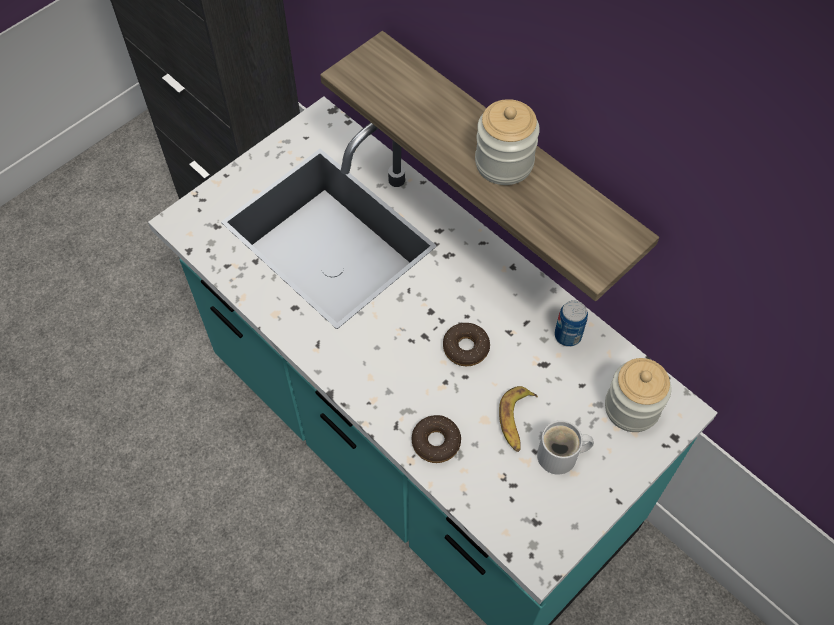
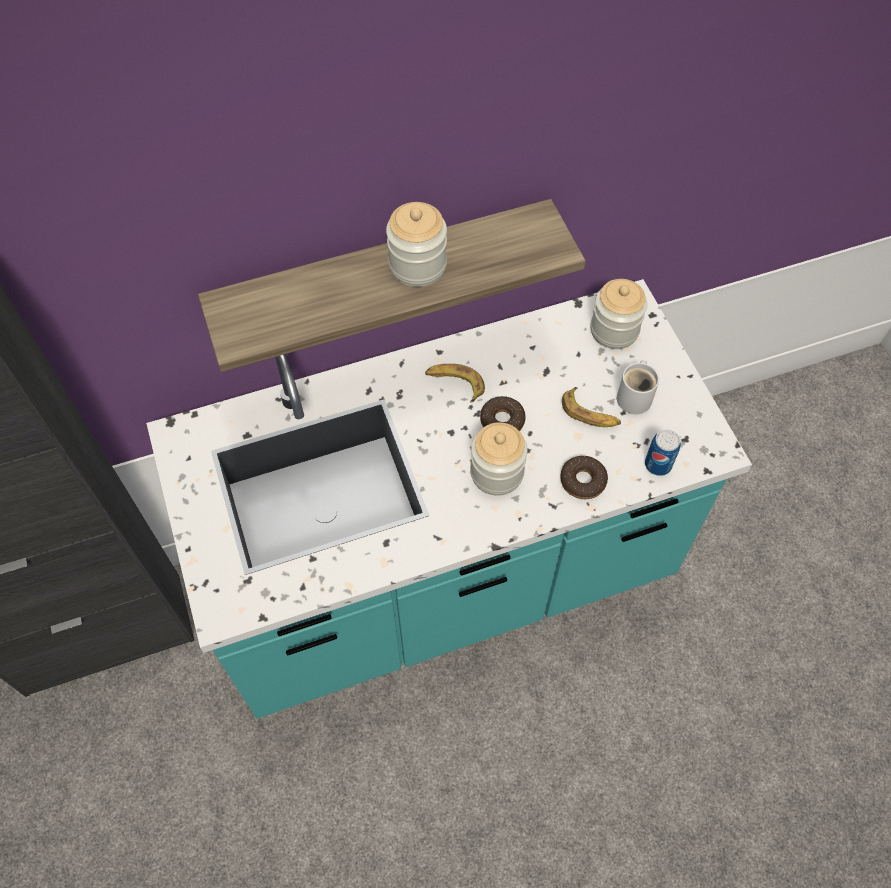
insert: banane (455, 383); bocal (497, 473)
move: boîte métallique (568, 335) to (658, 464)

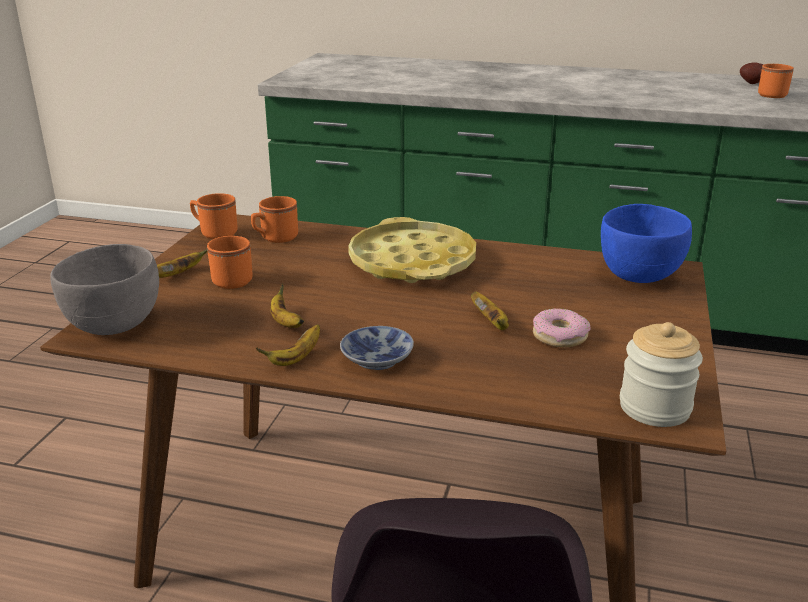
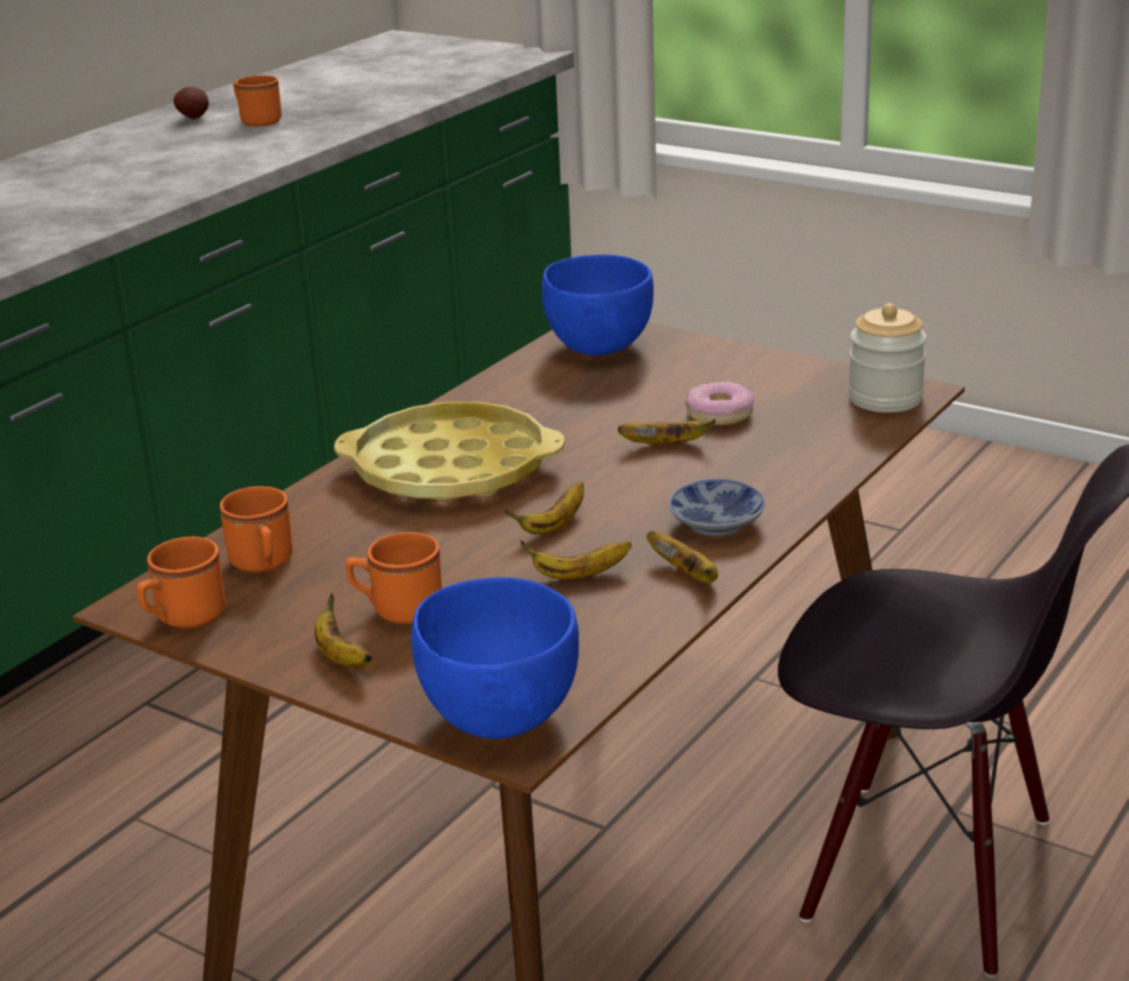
insert: banane (553, 526)
recolor: bol (gris) (115, 325) to bol (bleu) (499, 715)

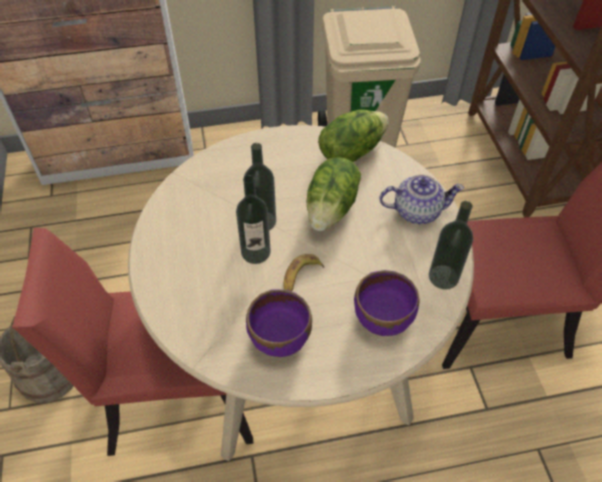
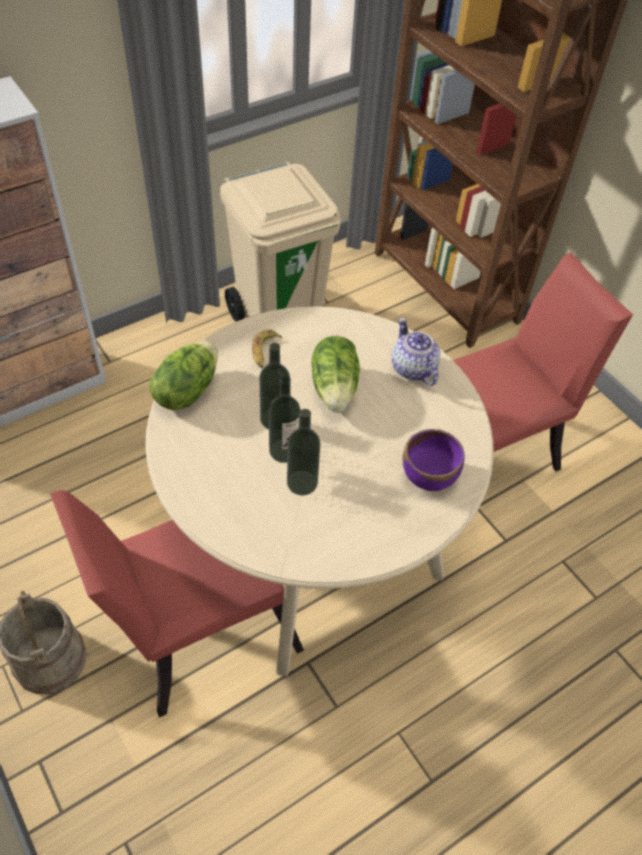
delete: bol (violet) (280, 338)
move: laitue (351, 151) to (186, 390); bouteille (443, 277) to (302, 482); banane (300, 278) to (264, 352)
rotate: théière (416, 211) = (413, 369) 90 degrees counterclockwise

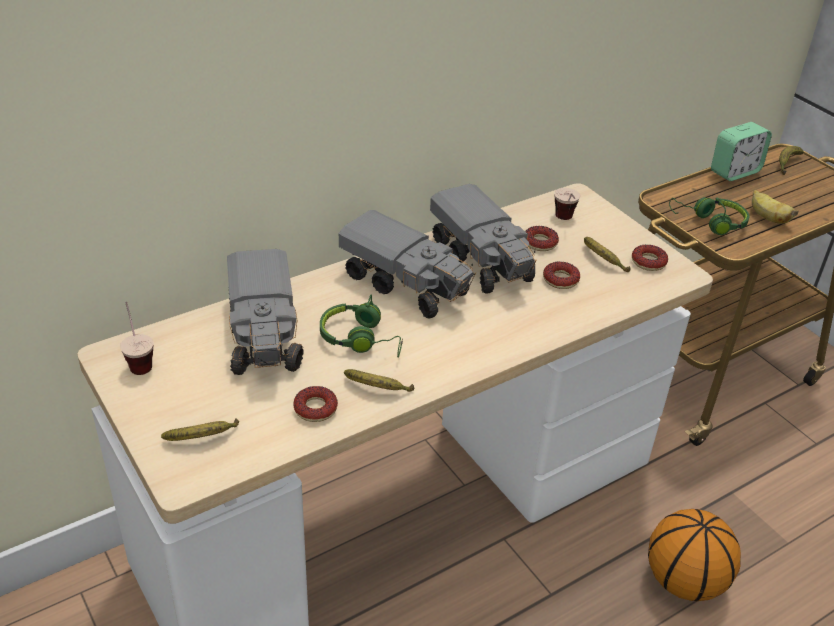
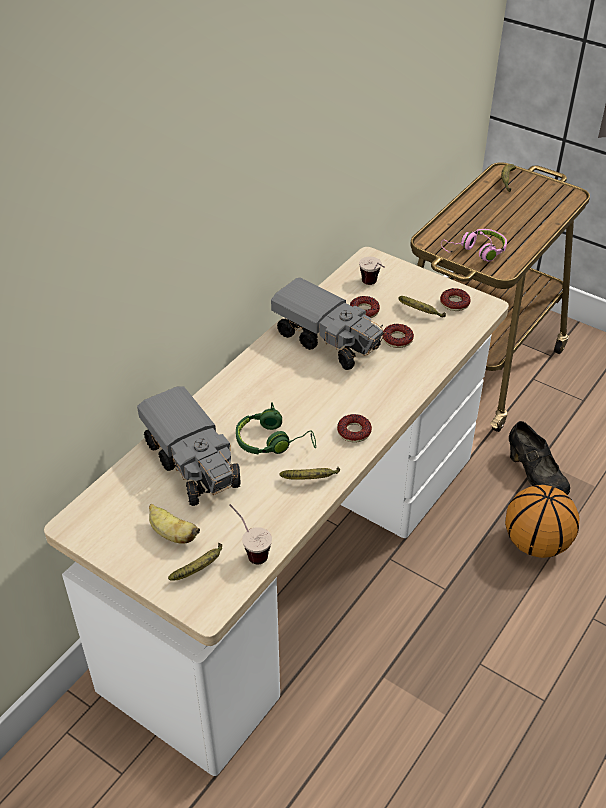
delete: réveil (734, 172); camion jouet (406, 285)
insert: chaussure (noir) (535, 475)
move: banane (767, 217) to (172, 534); tasse (138, 360) to (249, 550); beignet (315, 408) to (354, 432)
recolor: casque audio (vert) (709, 222) to casque audio (rose) (476, 251)

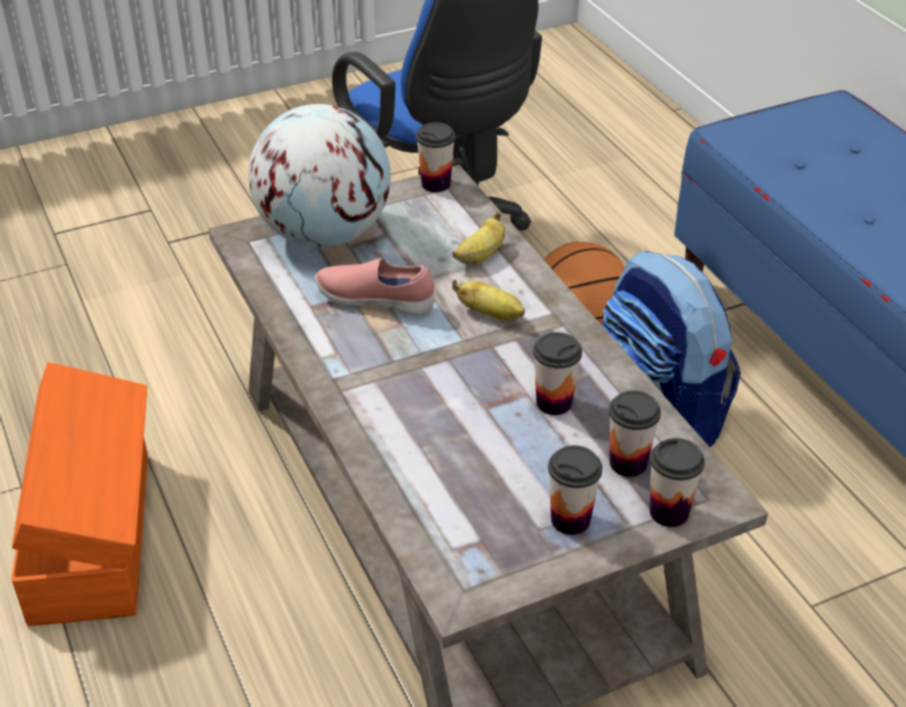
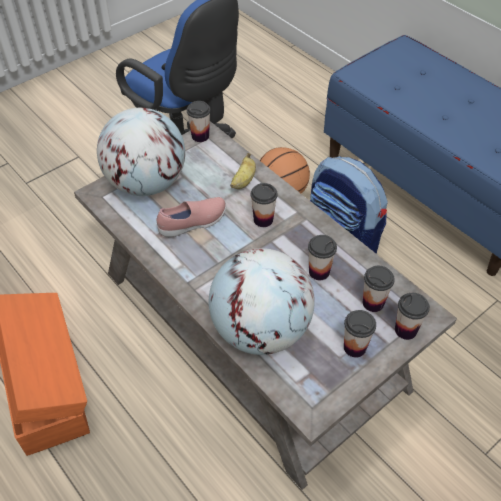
insert: globe (261, 330)
replace: banane (491, 314) to tasse (263, 220)
rotate: chaussure (rose) (375, 301) = (193, 223) 150 degrees clockwise

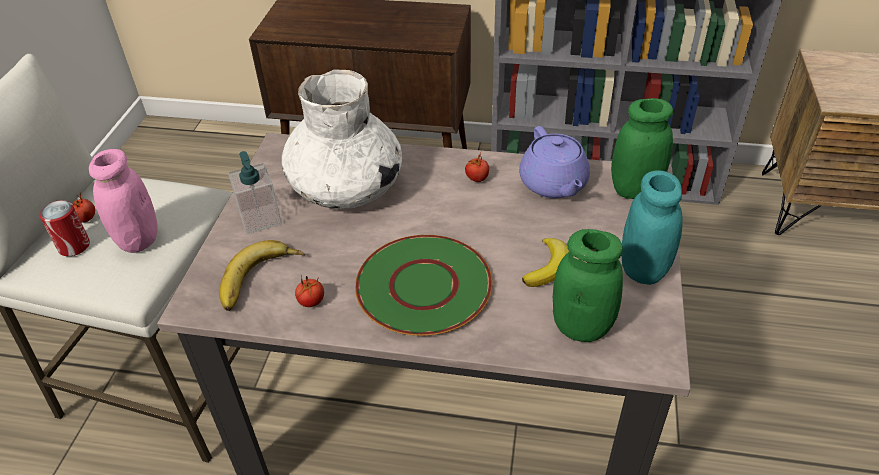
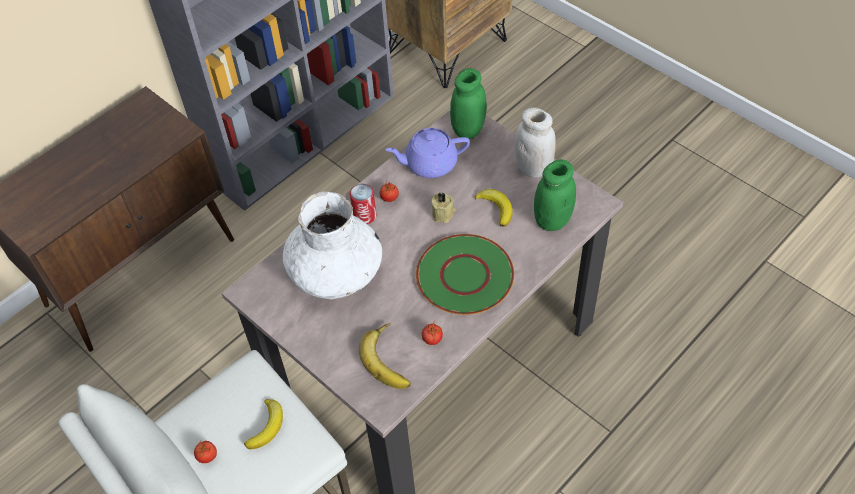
delete: distributeur de savon (260, 219)
insert: bougie (beige) (443, 213)
move: boîte métallique (74, 246) to (364, 216)
replace: bocal (rose) (138, 240) to banane (267, 426)
recolor: bocal (turquoise) (643, 269) to bocal (blanc) (533, 168)
rotate: théière (violet) (553, 184) = (429, 164) 150 degrees clockwise

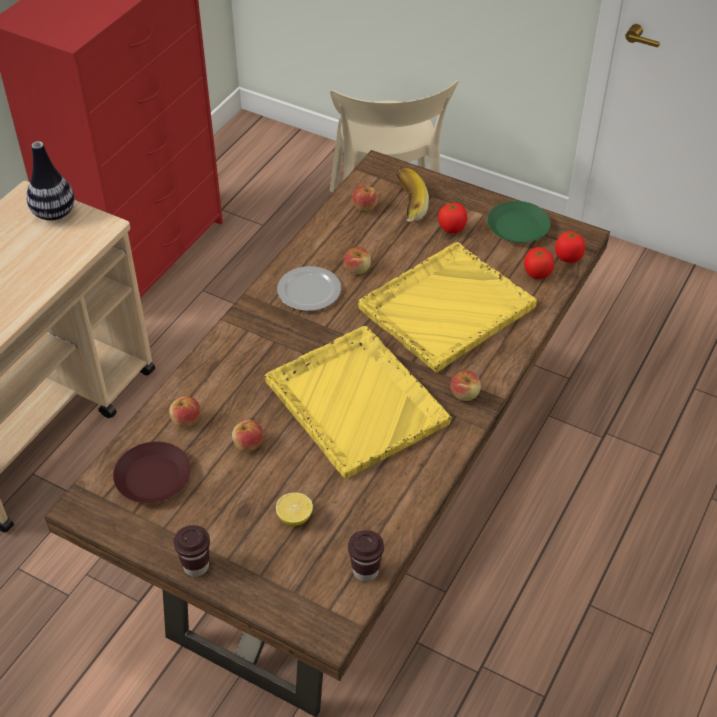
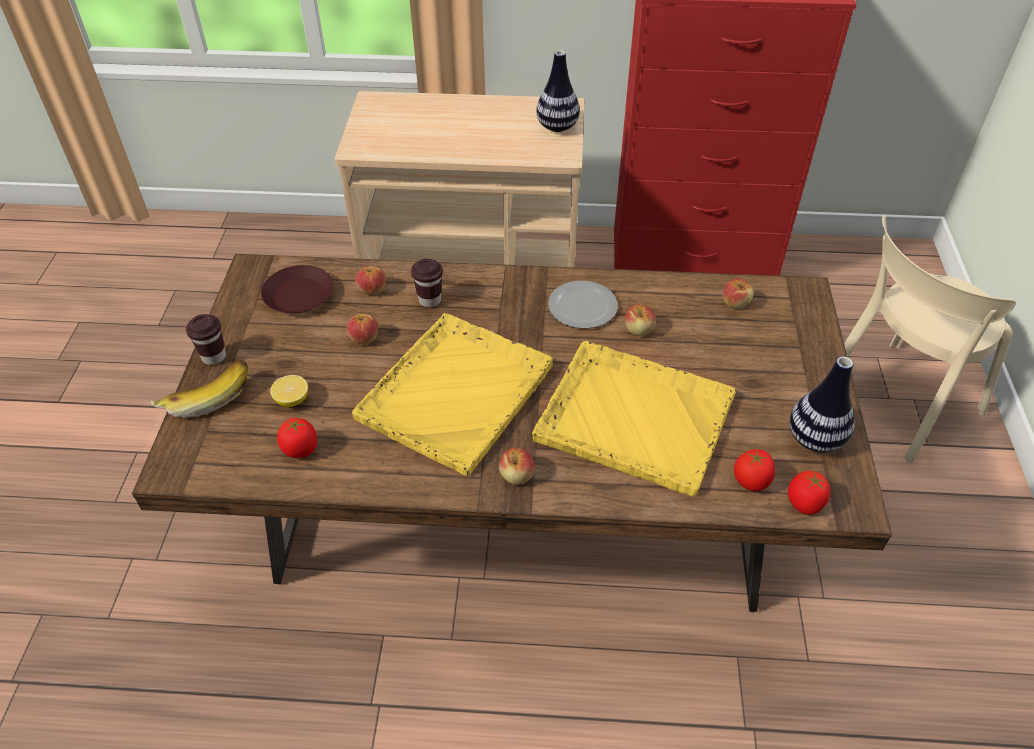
move: banane (405, 204) to (206, 395); tomate (452, 228) to (301, 449); tasse (marron) (365, 571) to (430, 300)
replace: assiette (vert) (518, 228) to vase (815, 439)

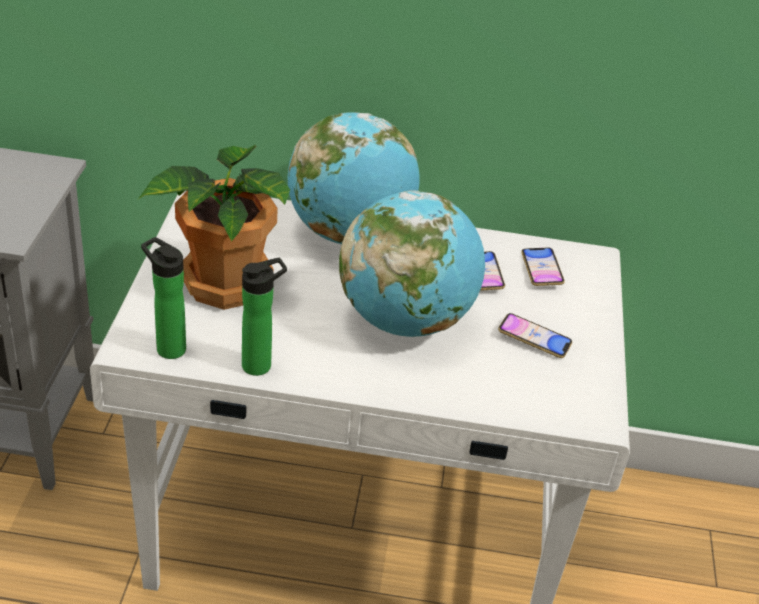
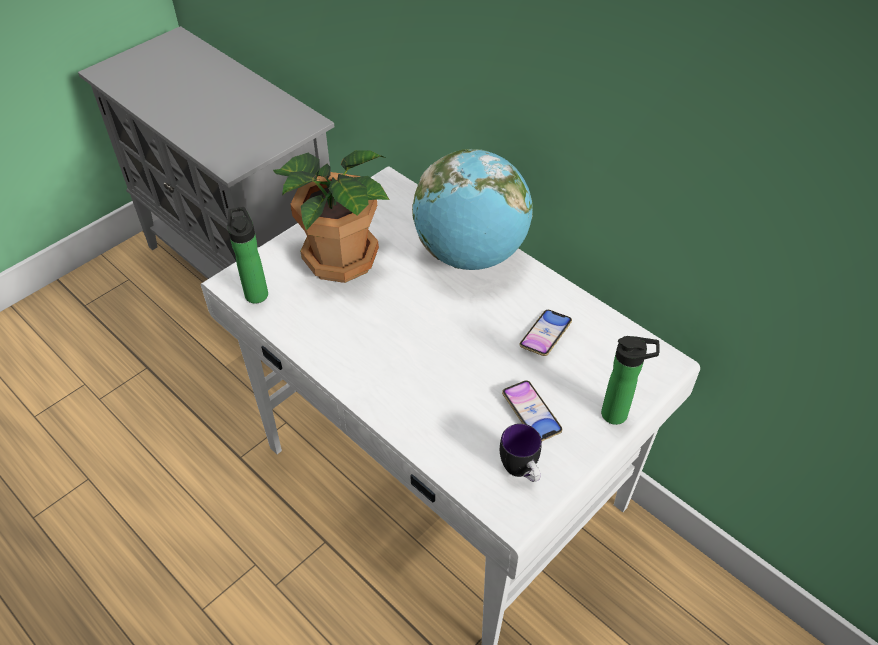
delete: globe (405, 320); téléphone (541, 270)
insert: mug (521, 472)
move: bouteille (261, 365) to (618, 414)

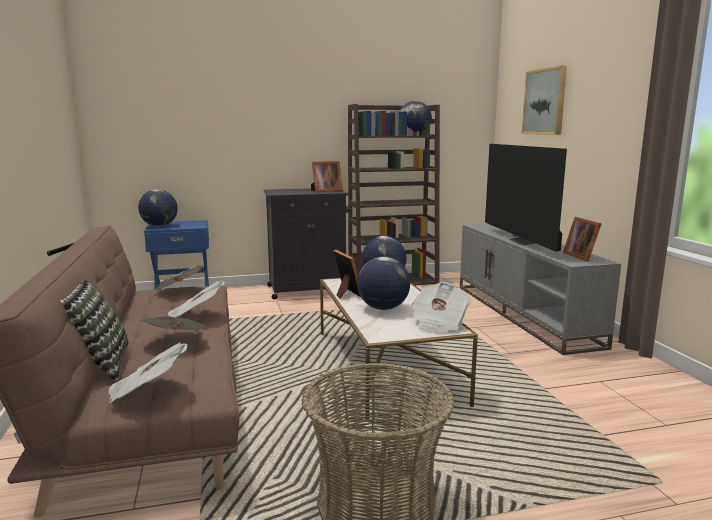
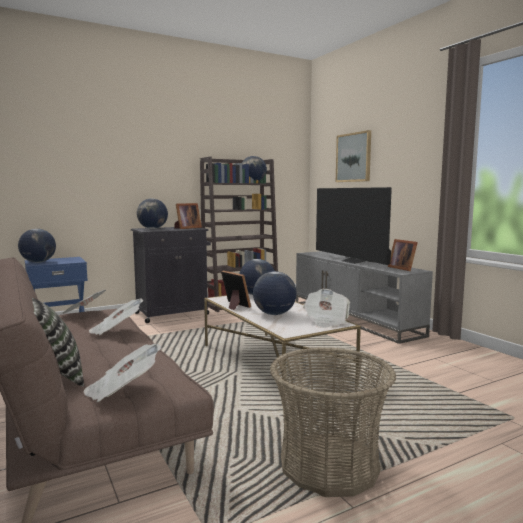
delete: journal (178, 340)
insert: globe (153, 229)

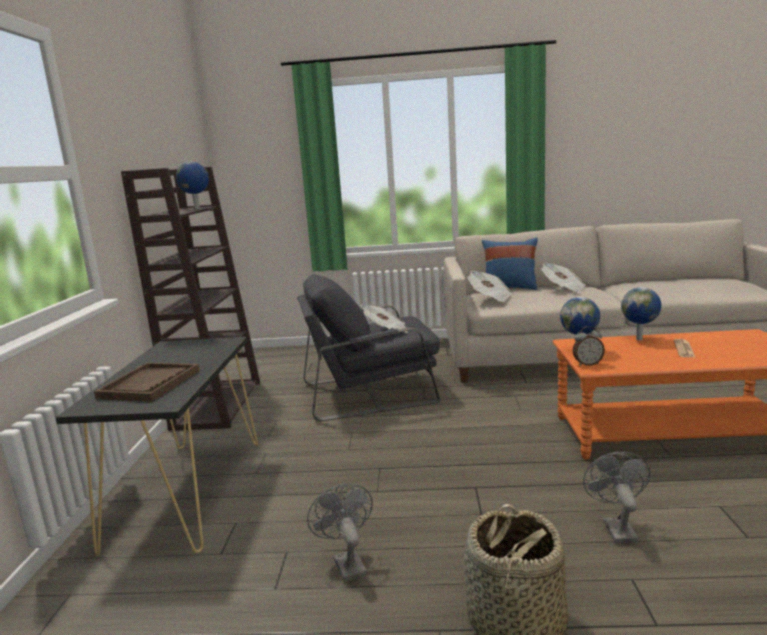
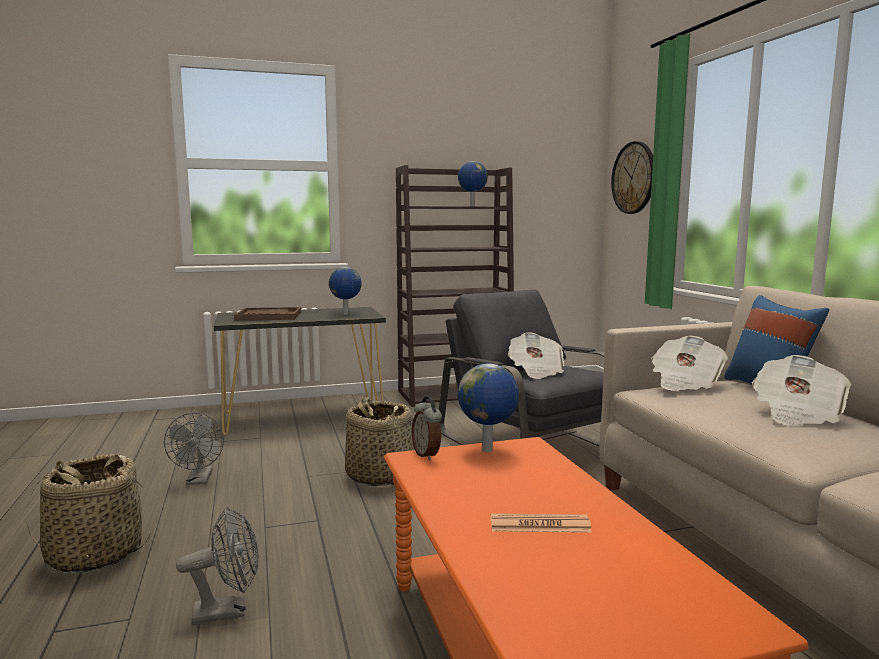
insert: horloge murale (634, 178); panier (379, 475)
move: globe (640, 339) to (346, 314)
rotate: ventilateur (gris) (346, 563) = (199, 480) 120 degrees clockwise

